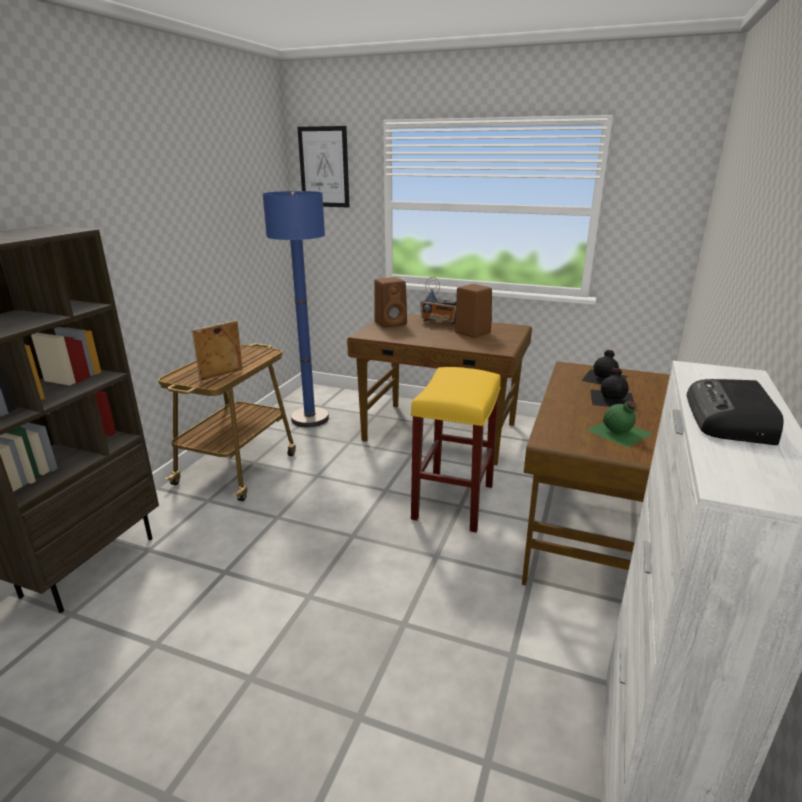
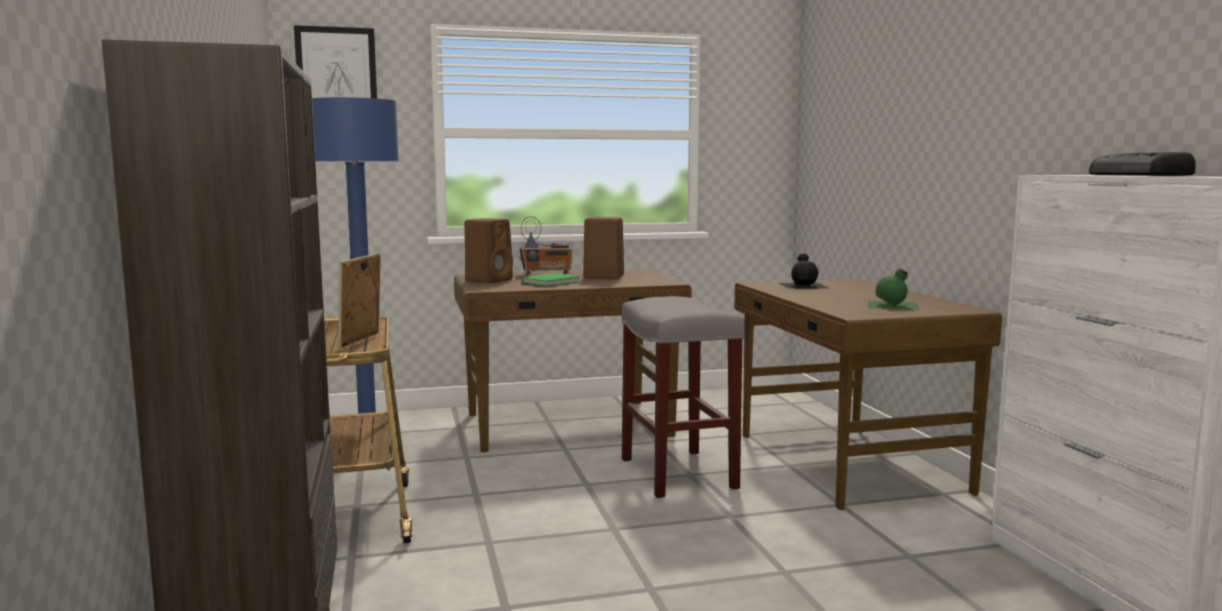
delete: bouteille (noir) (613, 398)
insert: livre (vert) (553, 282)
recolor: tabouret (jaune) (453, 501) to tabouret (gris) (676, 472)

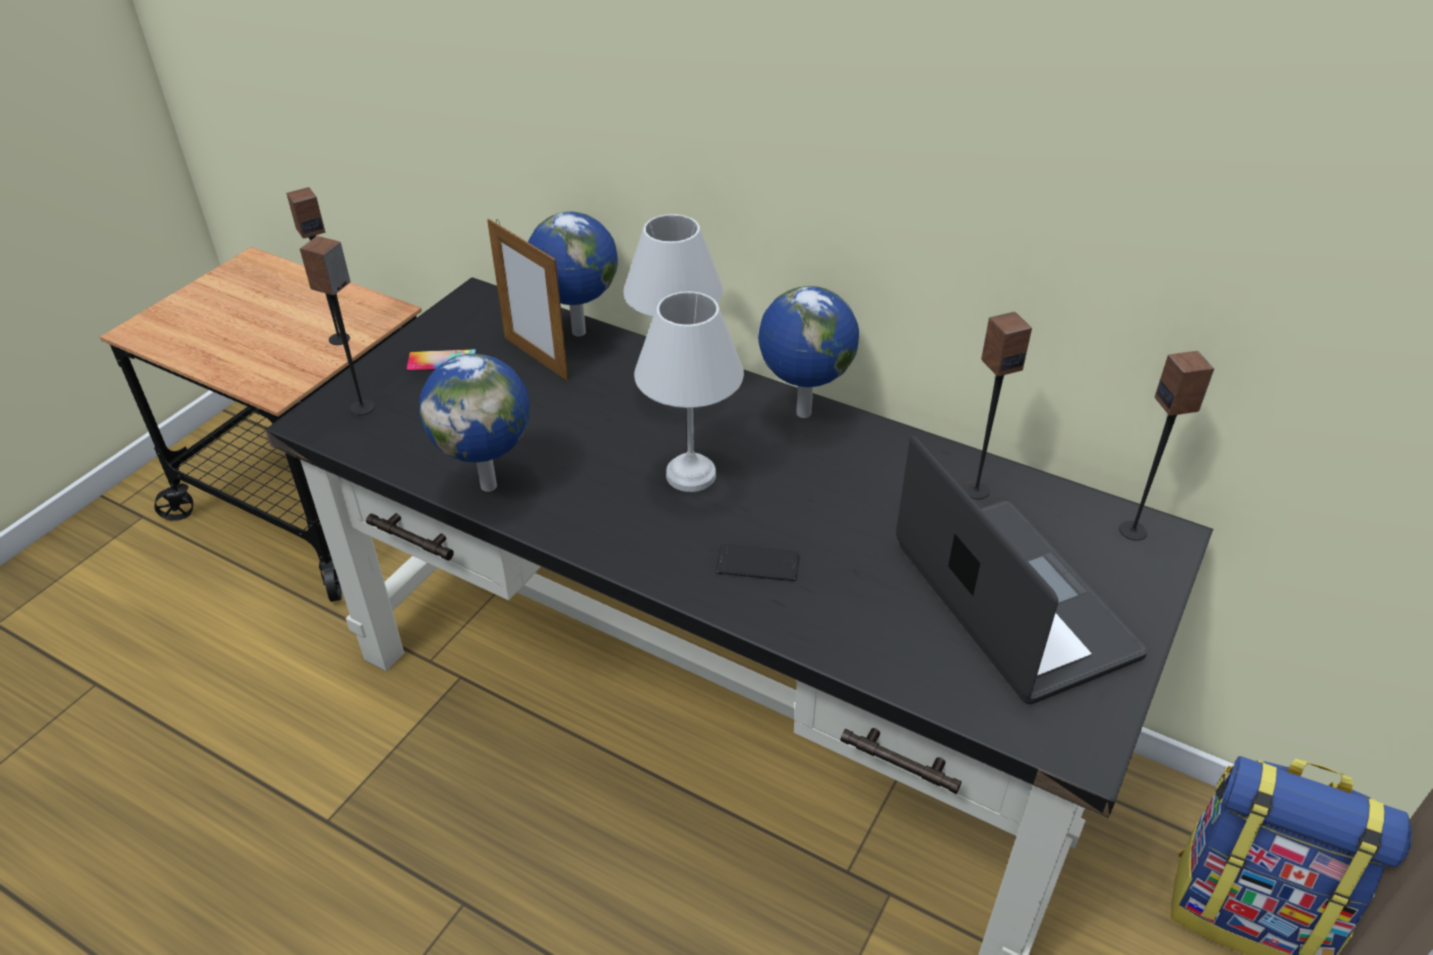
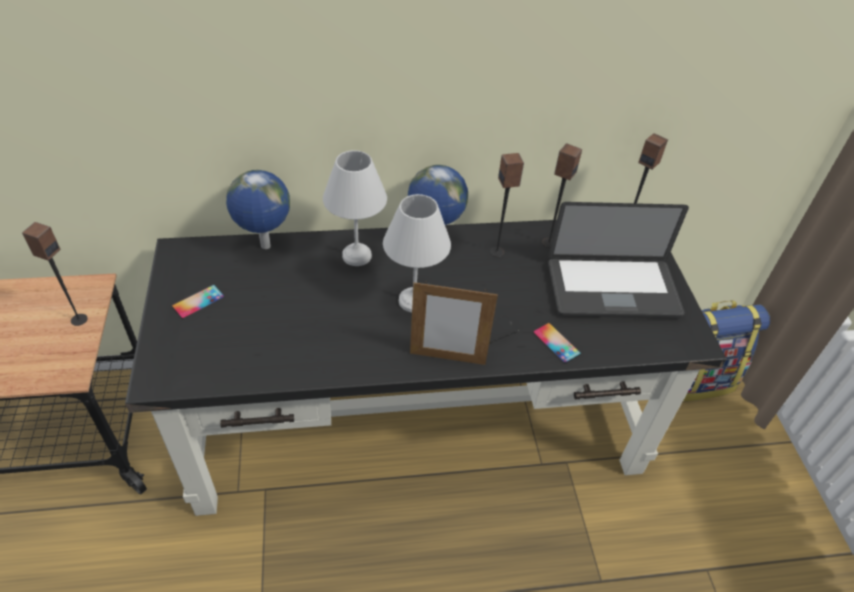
delete: globe (490, 484)
insert: téléphone (556, 343)
move: cadre photo (536, 358) to (447, 358); enceinte (362, 408) to (497, 252)
rotate: ordinateur portable (1013, 601) = (612, 290) 150 degrees clockwise

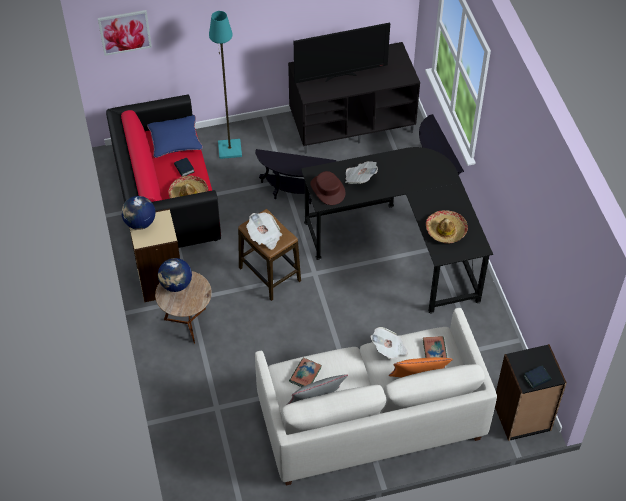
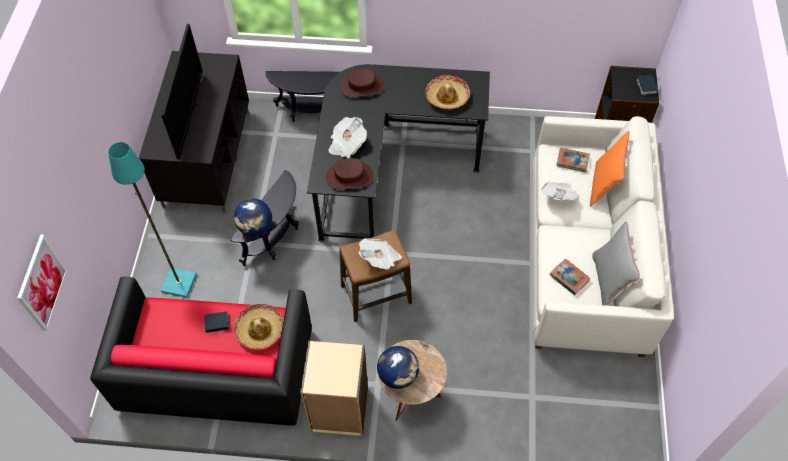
delete: coussin (bleu) (175, 140)
insert: chapeau (marron) (362, 86)
move: globe (140, 223) to (255, 227)

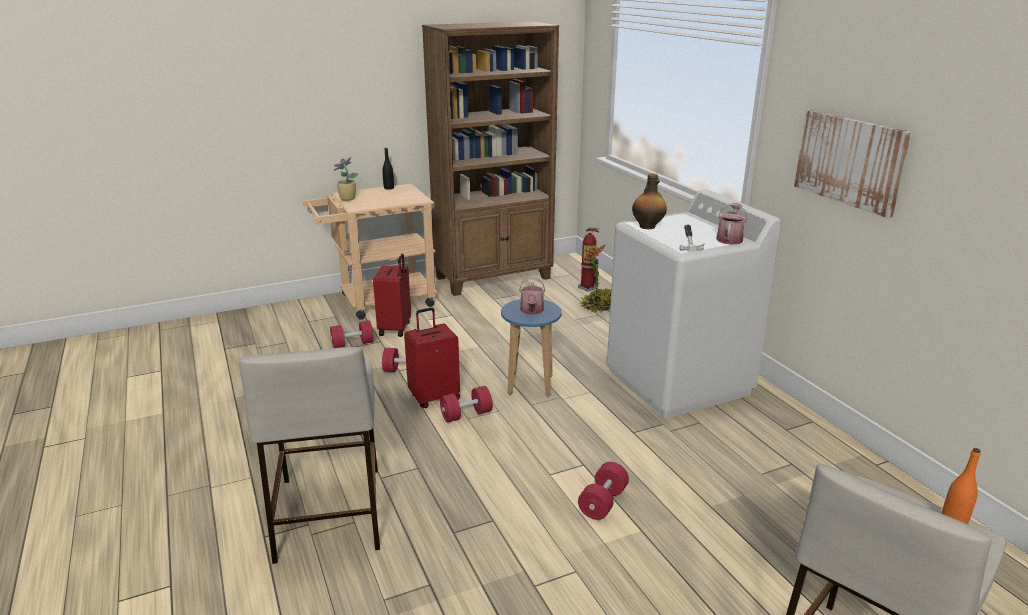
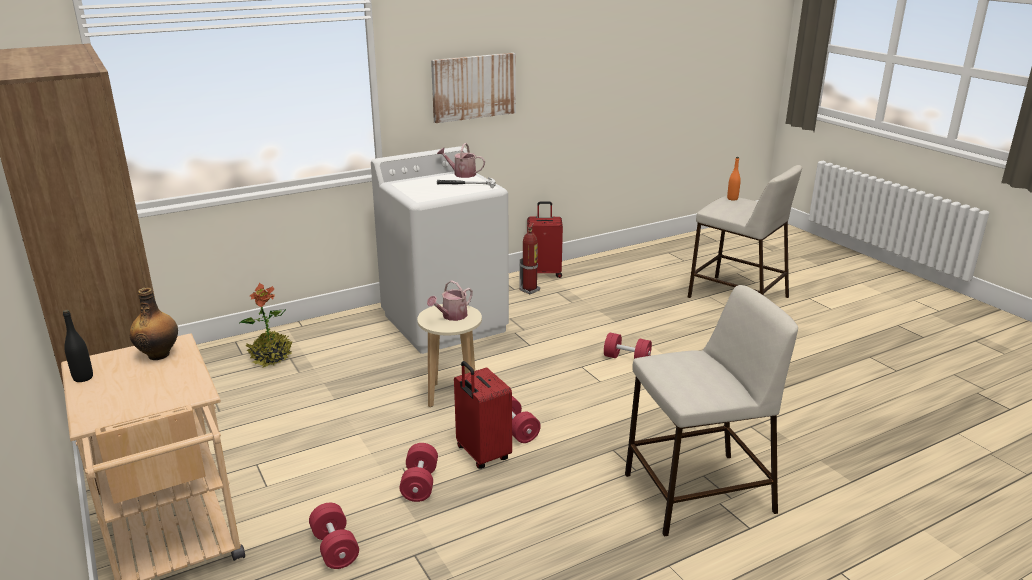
delete: plante en pot (347, 199)
move: bouteille (648, 227) to (159, 354); extincteur (587, 288) to (530, 290); valise (rouge) (396, 329) to (544, 273)
recolor: tabouret (bleu) (530, 385) to tabouret (beige) (452, 395)
rotate: arrosoir (532, 311) = (452, 316) 135 degrees clockwise

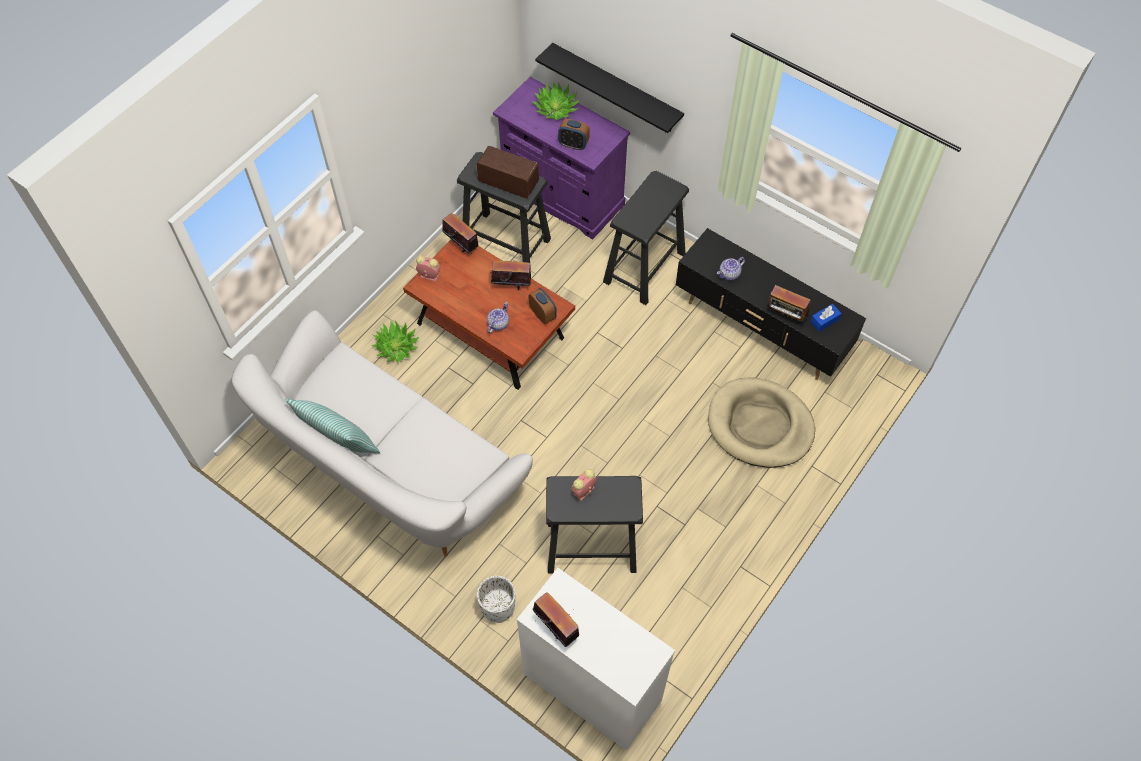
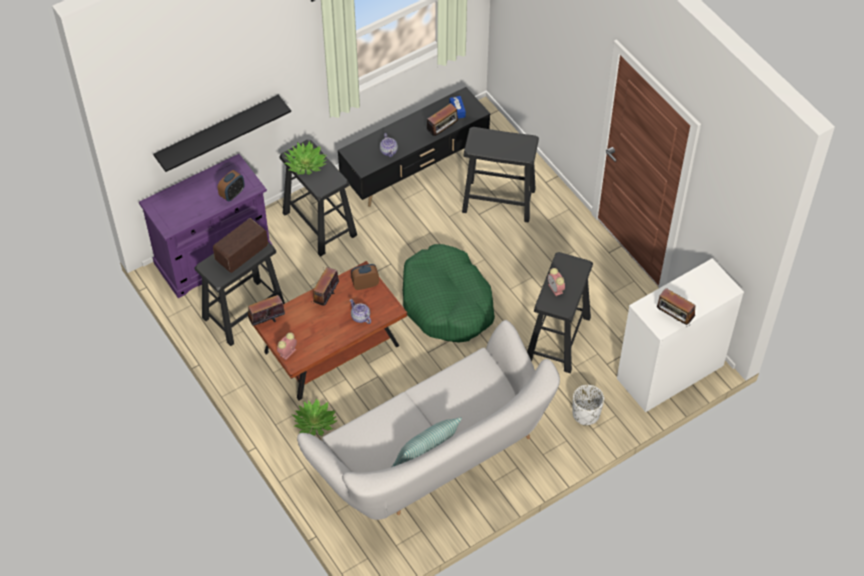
insert: panier pour chien (vert) (447, 303)
move: plante en pot (556, 108) to (305, 164)
replace: panier pour chien (beige) (759, 425) to tabouret (noir) (499, 200)
rotate: radio (556, 627) = (674, 318) 120 degrees counterclockwise

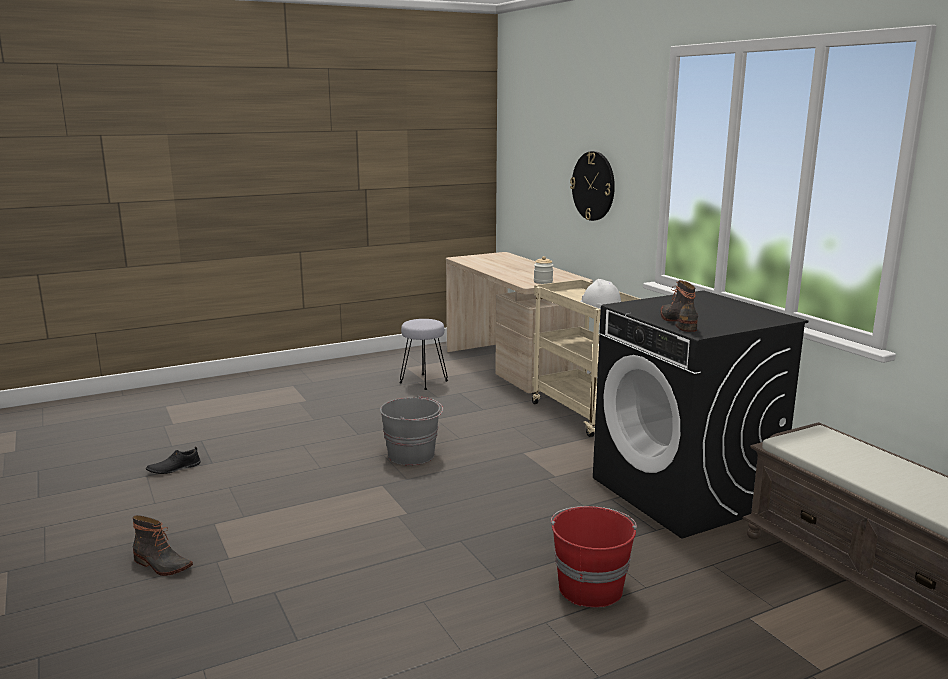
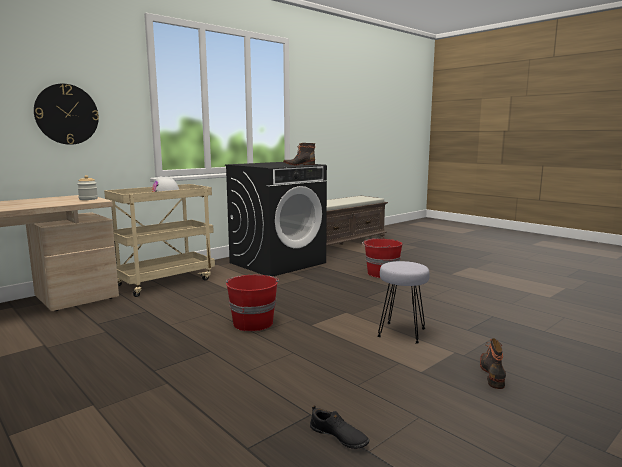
move: tabouret (gris) (423, 382) to (401, 333)
recolor: seau (gris) (412, 455) to seau (rouge) (253, 323)

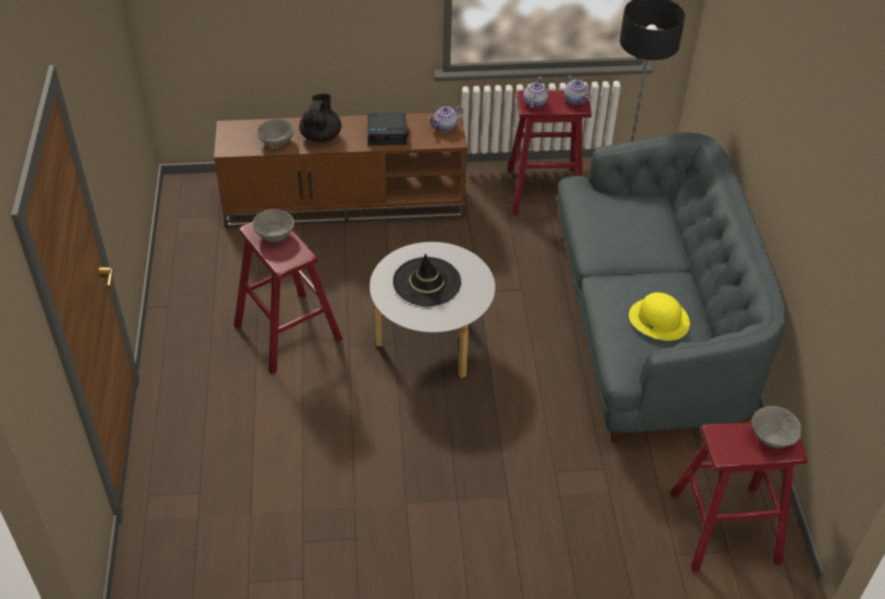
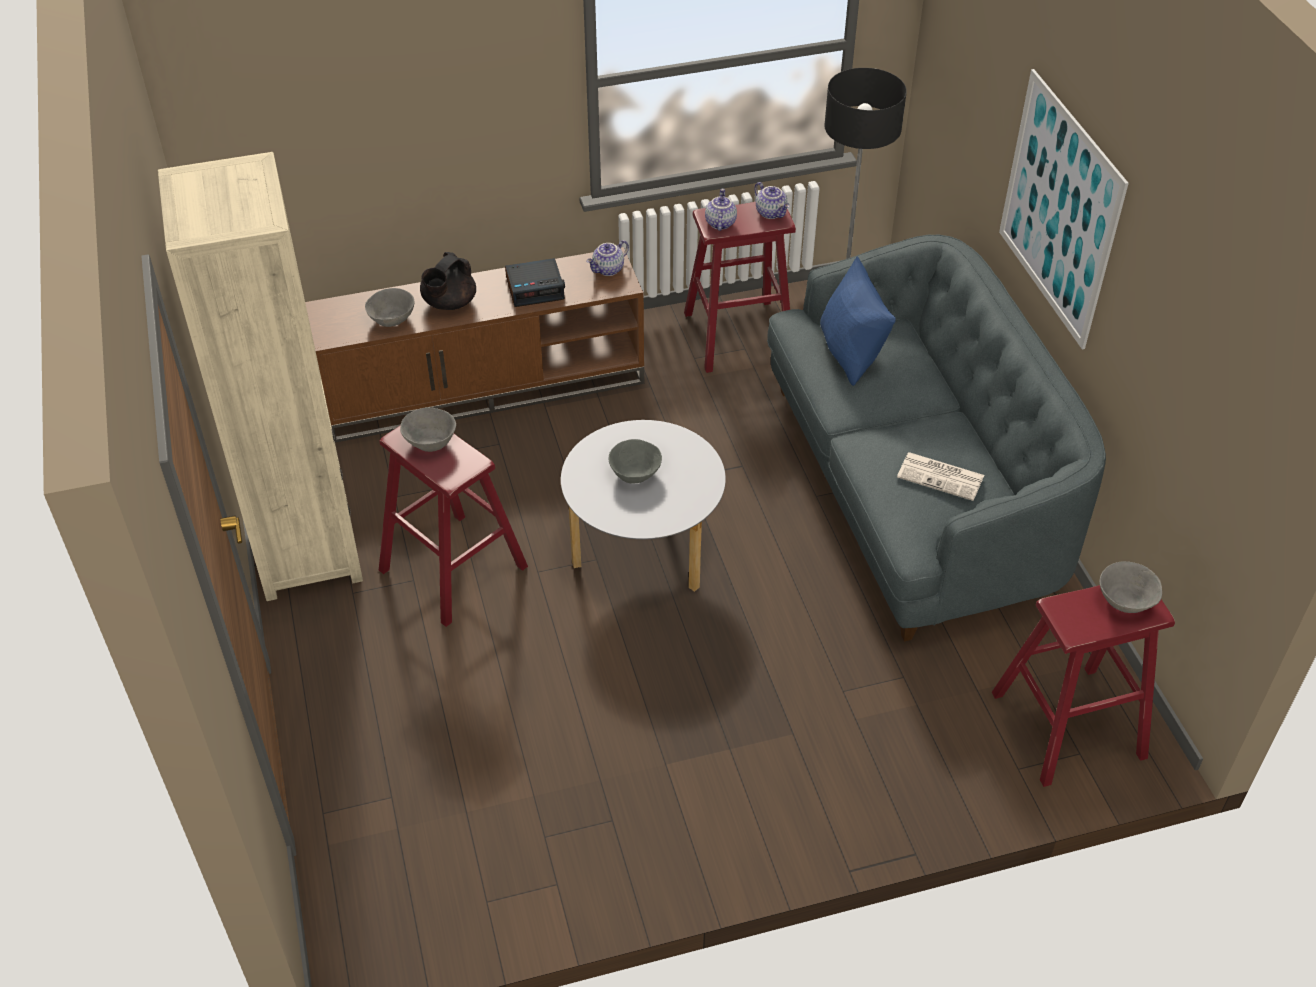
insert: tableau (1059, 209); bibliothèque (beige) (307, 550); coussin (bleu) (851, 353)
replace: chapeau (noir) (427, 282) to bol (gris) (635, 474); chapeau (jaune) (659, 319) to journal (942, 476)
rotate: théière (noir) (321, 136) = (449, 303) 150 degrees counterclockwise

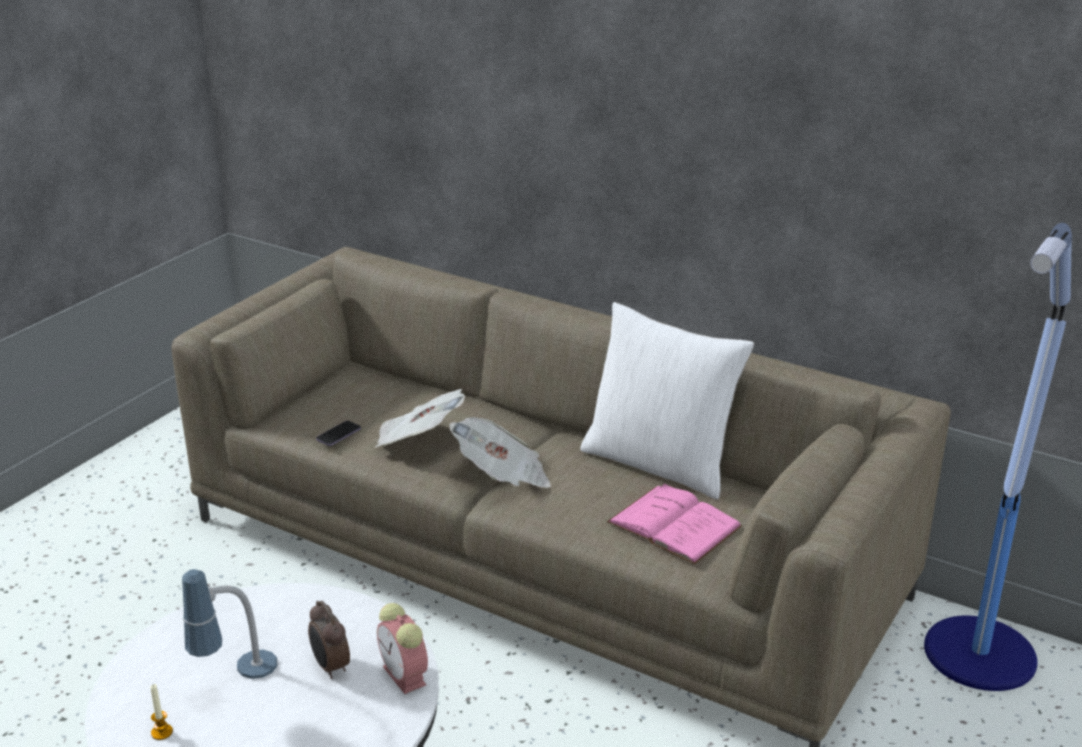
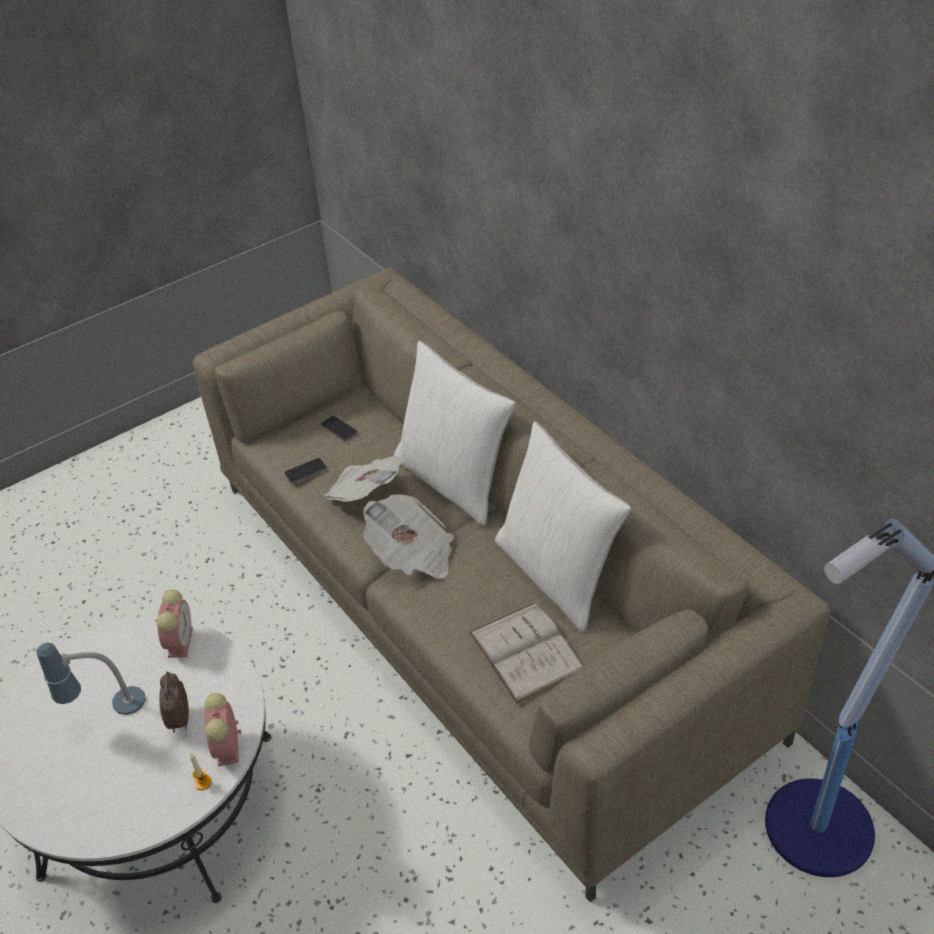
insert: coussin (blanc) (454, 480); téléphone (339, 429); réveil (180, 641)
move: bougie (162, 732) to (202, 782)
recolor: livre (rose) (674, 524) to livre (blanc) (526, 651)

